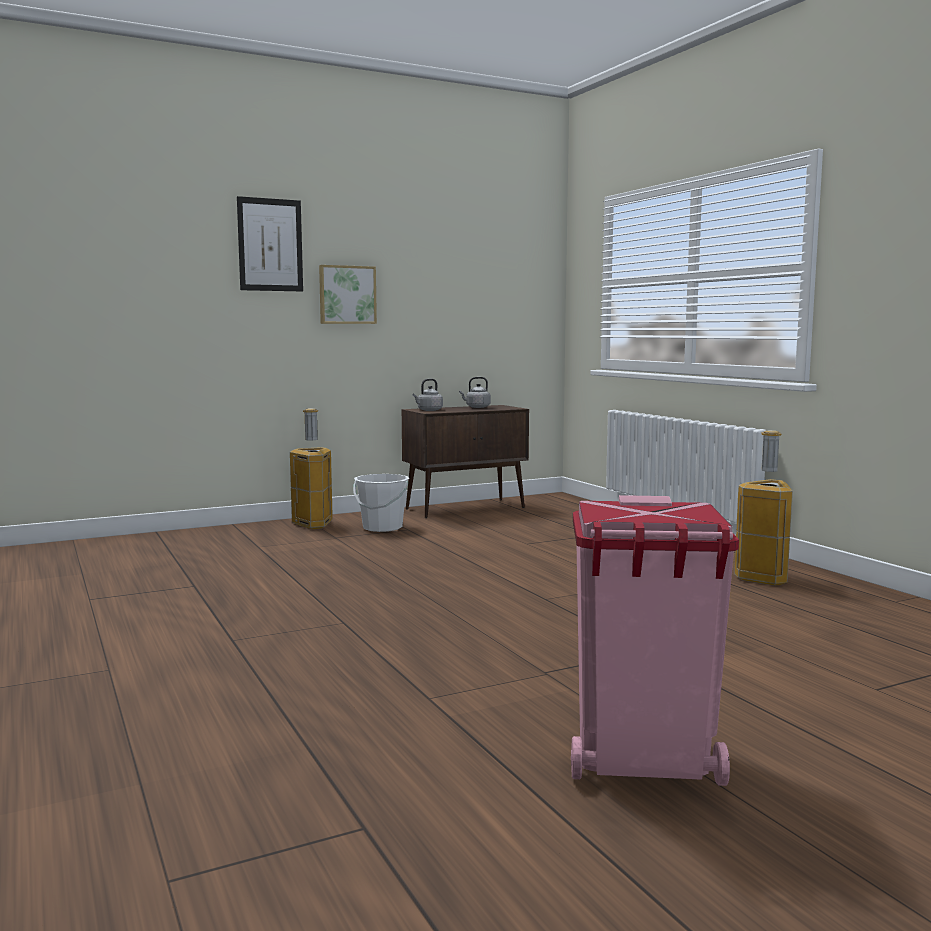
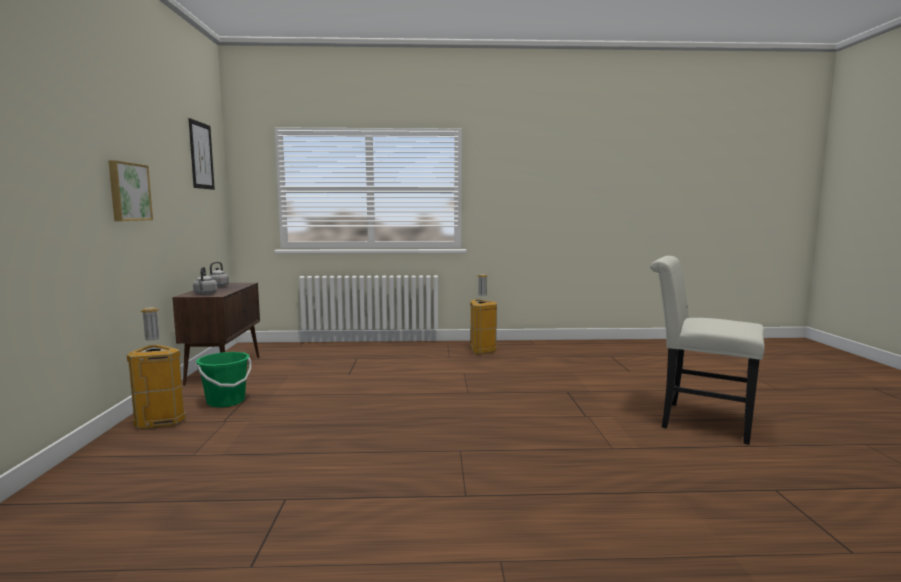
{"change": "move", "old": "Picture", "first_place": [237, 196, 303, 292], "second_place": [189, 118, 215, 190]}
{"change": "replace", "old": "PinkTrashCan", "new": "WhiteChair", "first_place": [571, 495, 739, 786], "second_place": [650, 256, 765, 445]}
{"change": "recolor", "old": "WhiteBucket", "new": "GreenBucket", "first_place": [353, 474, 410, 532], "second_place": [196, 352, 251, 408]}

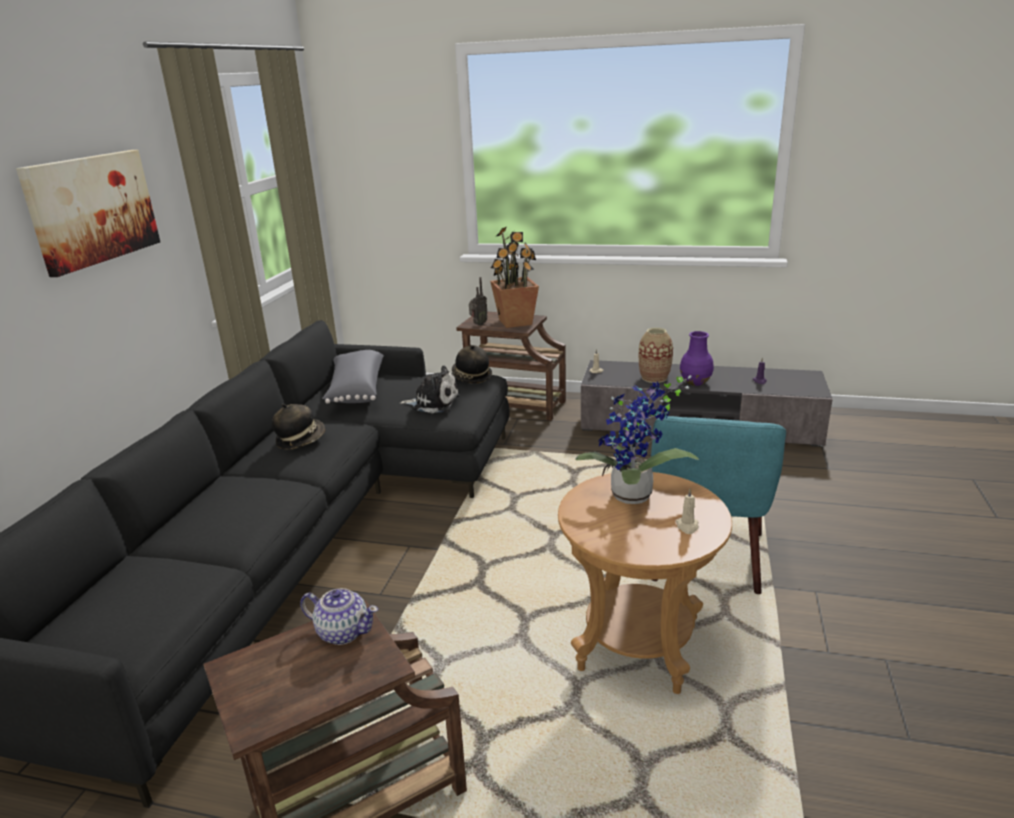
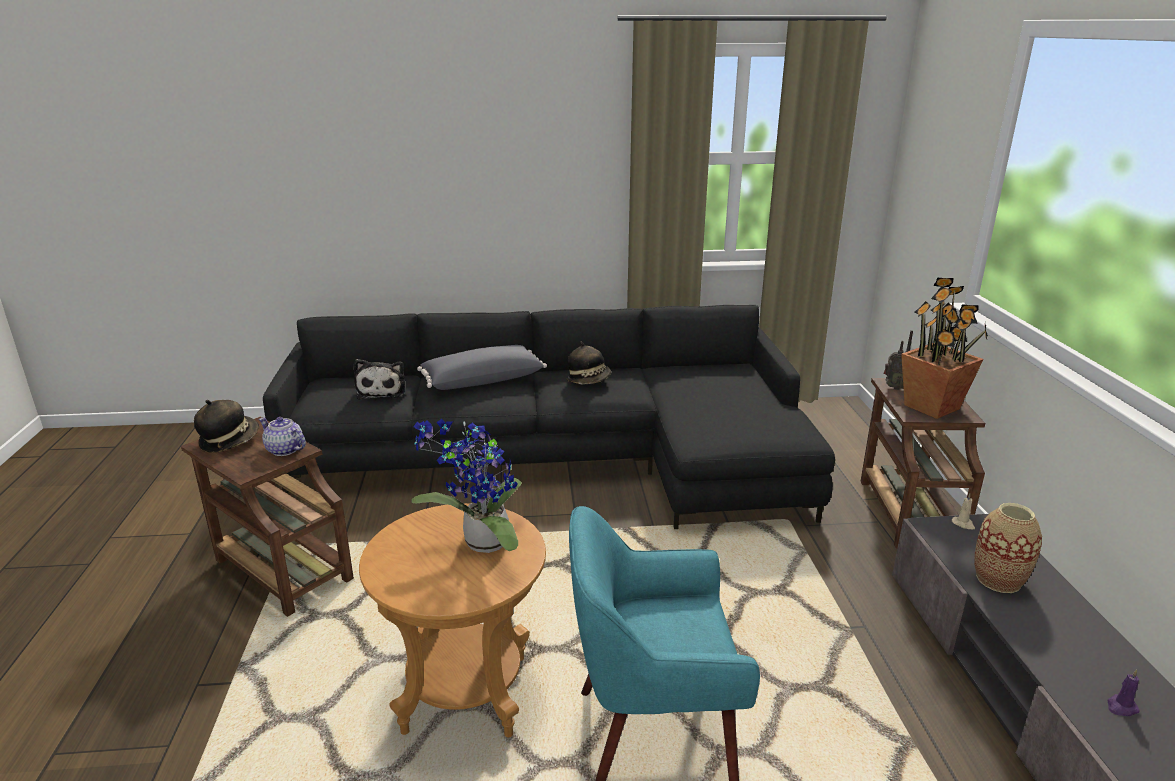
{"change": "delete", "old": "Picture", "first_place": [16, 150, 160, 277]}
{"change": "delete", "old": "BeigeCandle", "first_place": [676, 489, 699, 534]}
{"change": "delete", "old": "PurpleVase", "first_place": [680, 331, 714, 386]}
{"change": "move", "old": "GreyPillow", "first_place": [322, 350, 384, 404], "second_place": [417, 345, 547, 390]}
{"change": "move", "old": "PlushToy", "first_place": [400, 366, 460, 413], "second_place": [353, 359, 406, 400]}
{"change": "move", "old": "Hat", "first_place": [452, 345, 492, 383], "second_place": [194, 400, 259, 453]}
{"change": "rotate", "old": "Teapot", "first_place": [300, 588, 378, 645], "second_place": [259, 417, 306, 456], "degrees": 120}

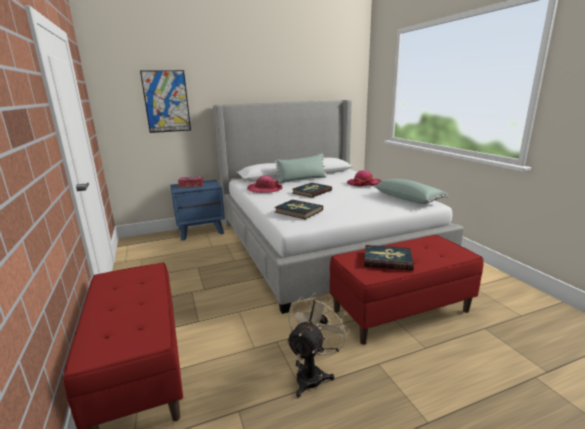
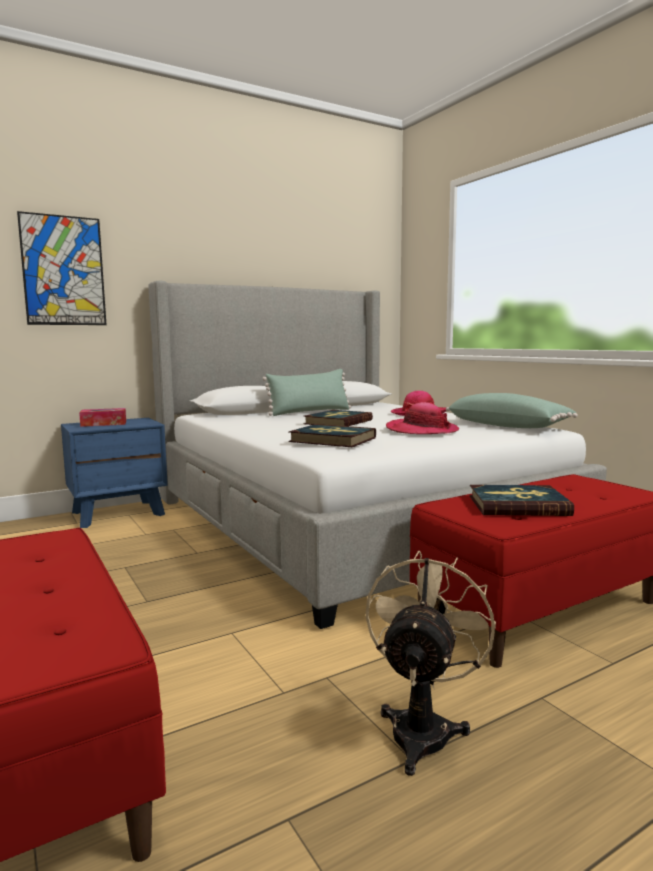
{"change": "move", "old": "Hat", "first_place": [247, 175, 283, 193], "second_place": [386, 402, 459, 434]}

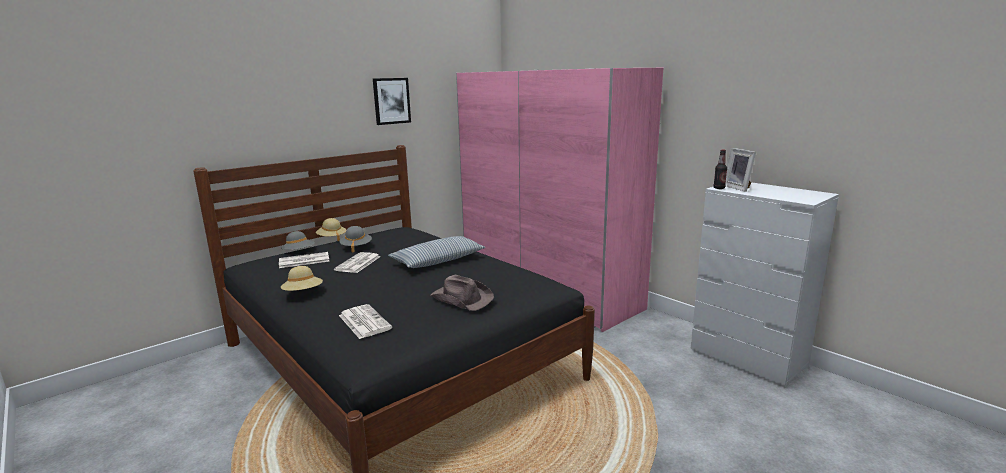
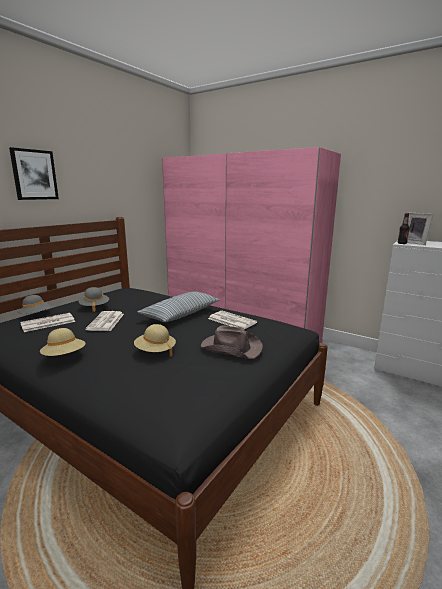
{"change": "move", "old": "BeigeHat", "first_place": [316, 218, 346, 241], "second_place": [134, 324, 176, 356]}
{"change": "move", "old": "Newspaper", "first_place": [339, 304, 392, 339], "second_place": [208, 311, 257, 329]}
{"change": "move", "old": "Picture", "first_place": [373, 78, 411, 125], "second_place": [9, 147, 59, 200]}

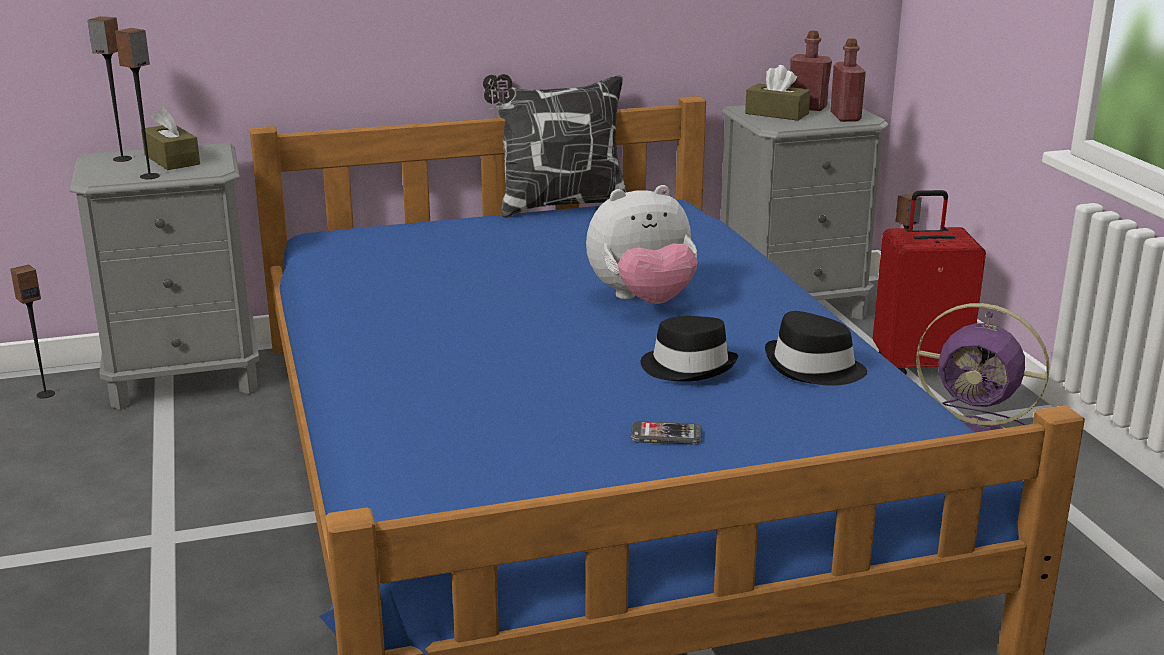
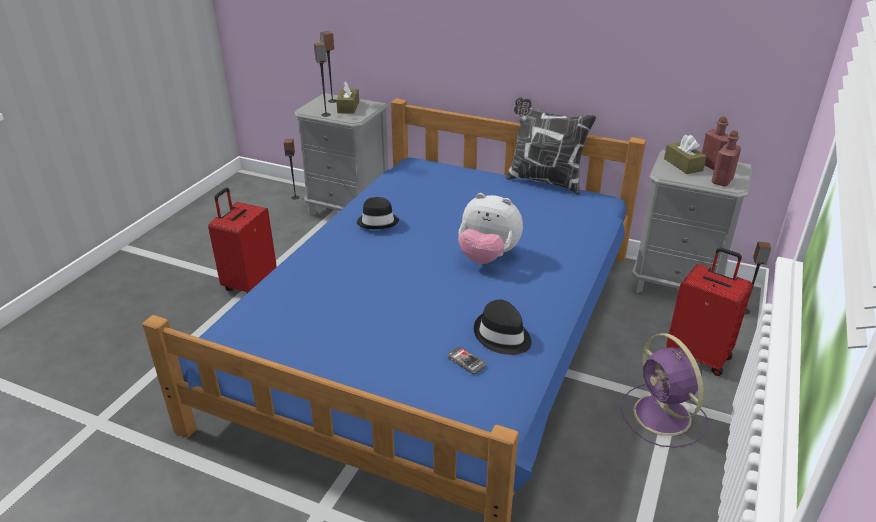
{"change": "insert", "new": "RedSuitcase", "second_place": [208, 188, 277, 293]}
{"change": "move", "old": "Phone", "first_place": [630, 421, 702, 445], "second_place": [447, 347, 486, 374]}
{"change": "move", "old": "BlackHat", "first_place": [640, 316, 738, 382], "second_place": [357, 197, 399, 229]}

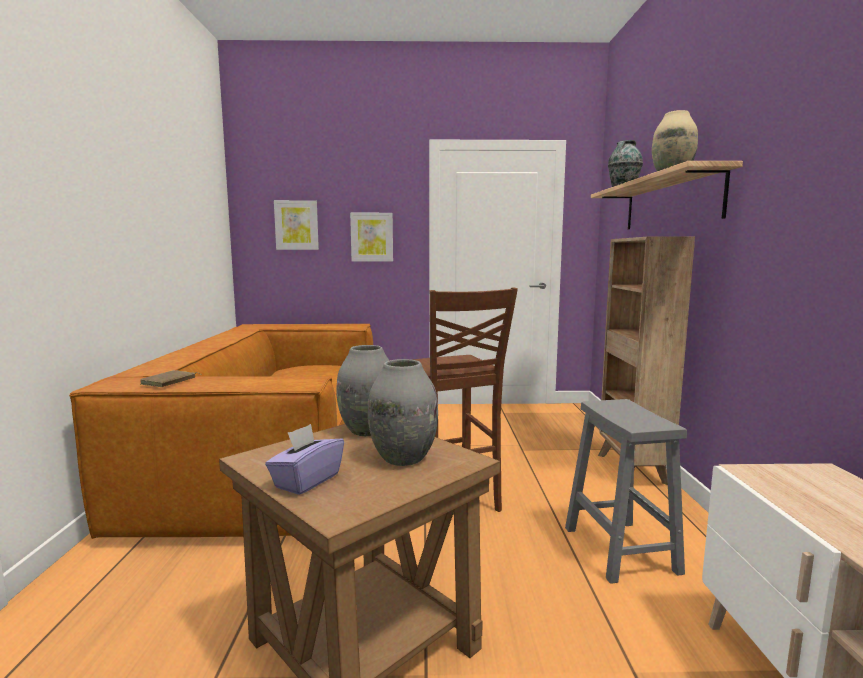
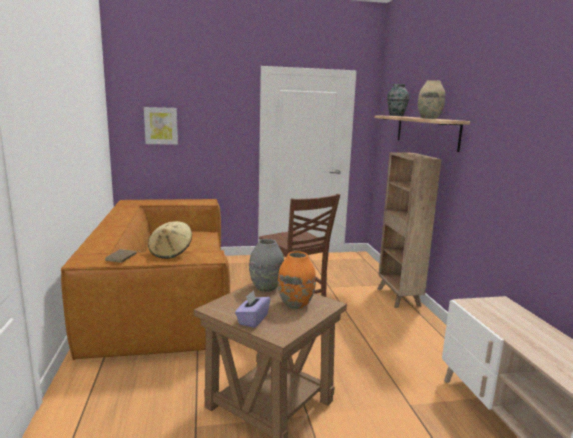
{"change": "delete", "old": "Picture", "first_place": [350, 213, 393, 262]}
{"change": "delete", "old": "GreyStool", "first_place": [565, 399, 687, 584]}
{"change": "insert", "new": "BeigeHat", "second_place": [148, 221, 192, 259]}
{"change": "recolor", "old": "GreyVase", "new": "OrangeVase", "first_place": [368, 359, 438, 466], "second_place": [278, 251, 316, 309]}

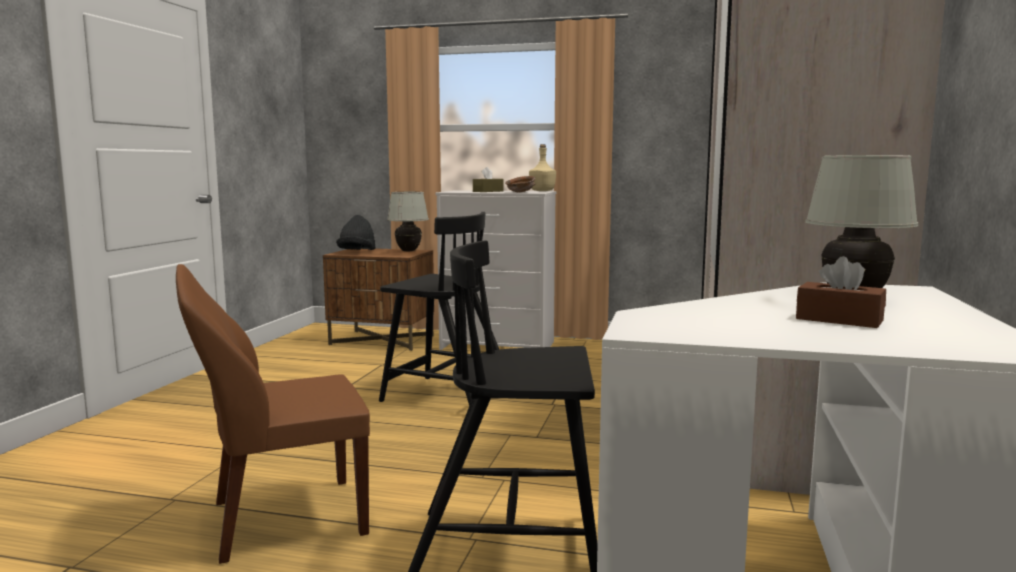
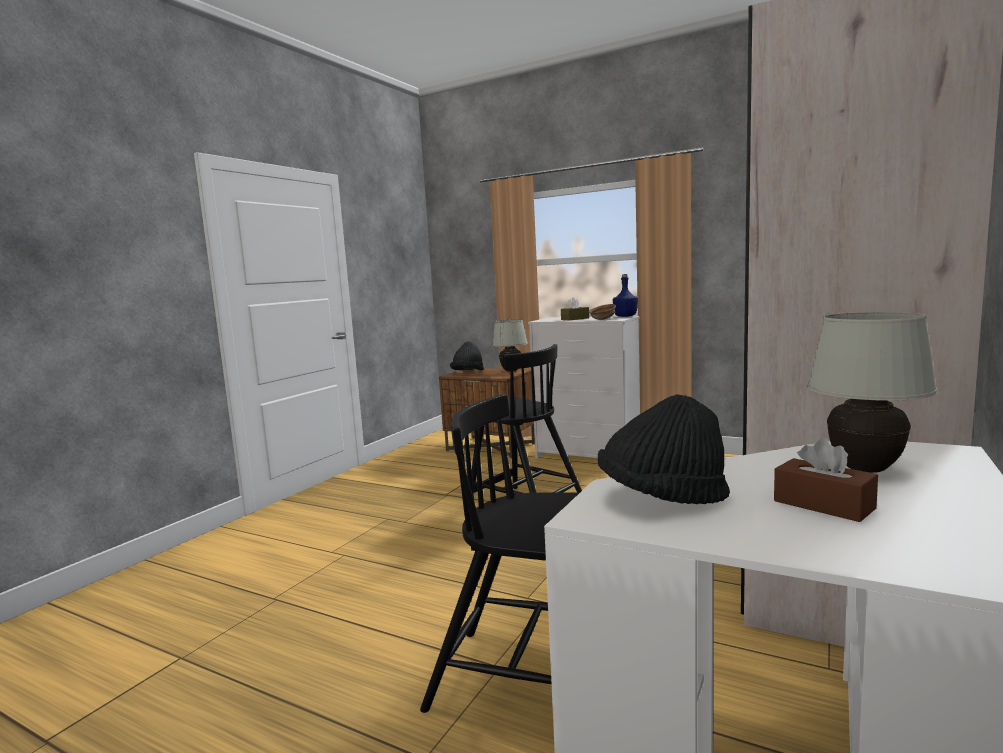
{"change": "delete", "old": "BrownChair", "first_place": [176, 264, 370, 564]}
{"change": "insert", "new": "BlackHat", "second_place": [598, 394, 730, 504]}
{"change": "recolor", "old": "BeigeBottle", "new": "BlueBottle", "first_place": [529, 144, 556, 191], "second_place": [613, 274, 638, 317]}

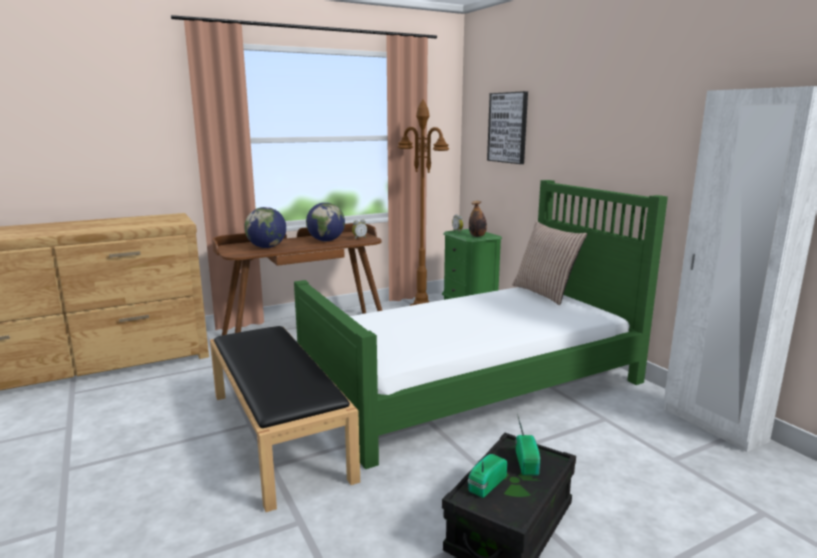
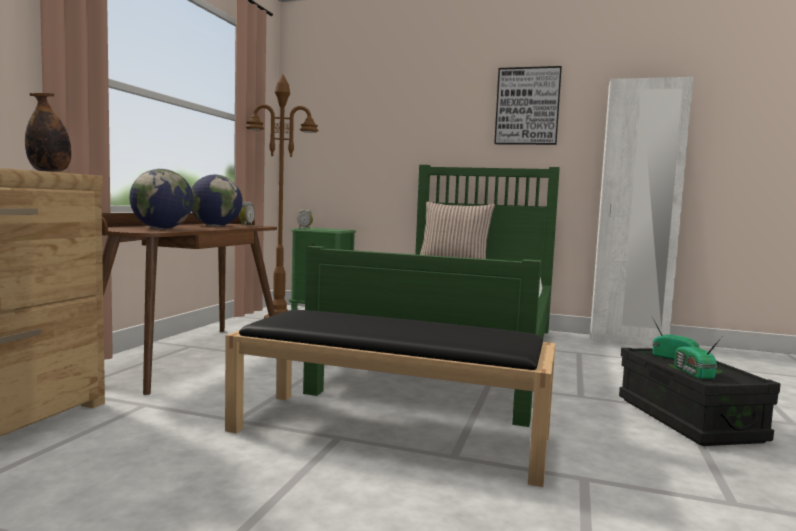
{"change": "move", "old": "Bottle", "first_place": [469, 201, 487, 237], "second_place": [25, 93, 72, 172]}
{"change": "move", "old": "Picture", "first_place": [487, 91, 528, 164], "second_place": [494, 66, 562, 145]}

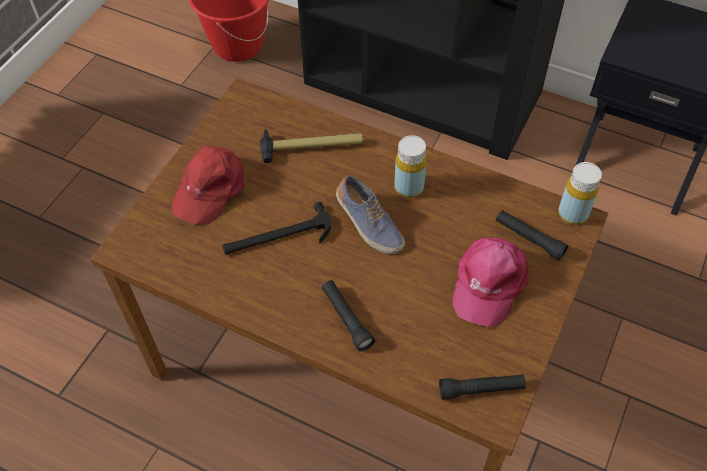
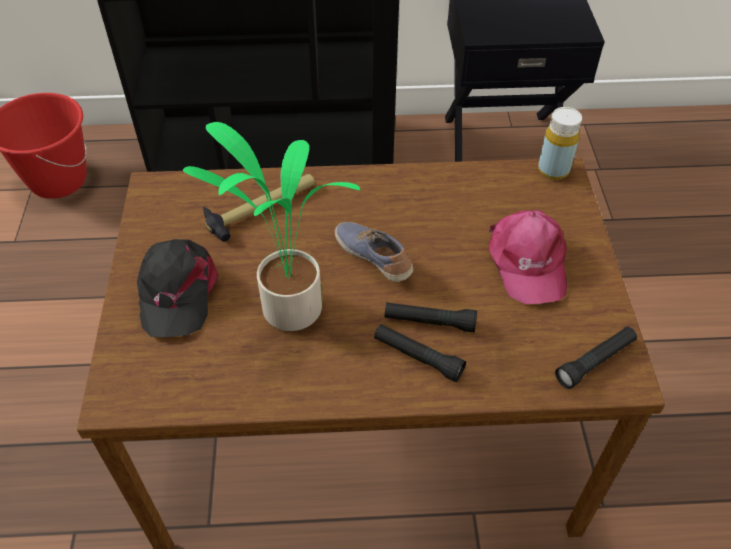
{"change": "delete", "old": "YellowBottle", "first_place": [394, 135, 427, 198]}
{"change": "move", "old": "BlackFlashlight", "first_place": [496, 210, 568, 261], "second_place": [384, 302, 477, 333]}
{"change": "replace", "old": "Hammer", "new": "PottedPlant", "first_place": [222, 202, 331, 255], "second_place": [183, 122, 360, 331]}
{"change": "recolor", "old": "RedCap", "new": "BlackCap", "first_place": [172, 146, 244, 224], "second_place": [137, 239, 218, 337]}
{"change": "rotate", "old": "Shoe", "first_place": [336, 175, 405, 254], "second_place": [335, 222, 413, 282], "degrees": -150}

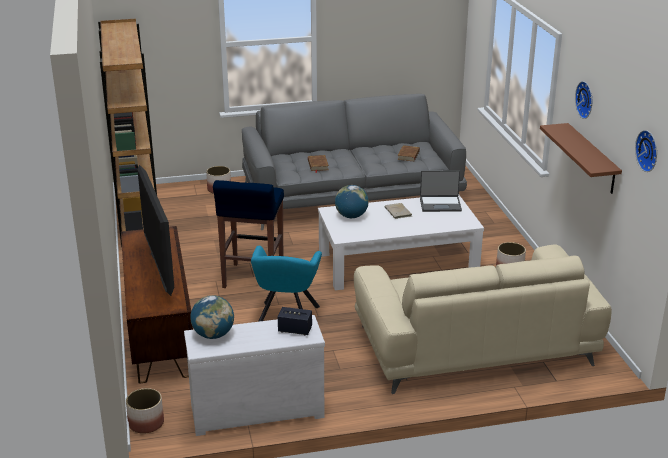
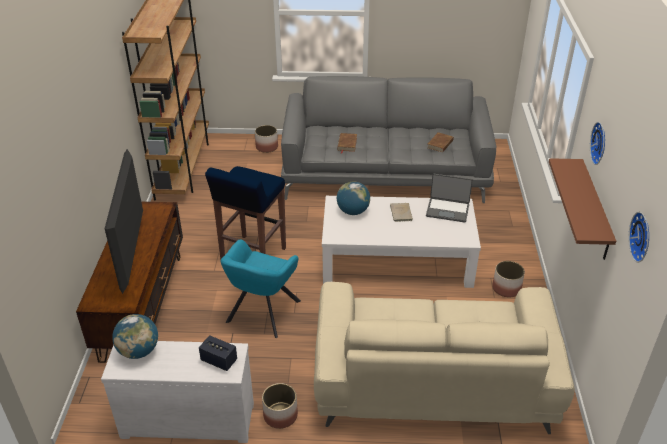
{"change": "move", "old": "Planter", "first_place": [126, 388, 164, 434], "second_place": [262, 383, 298, 429]}

